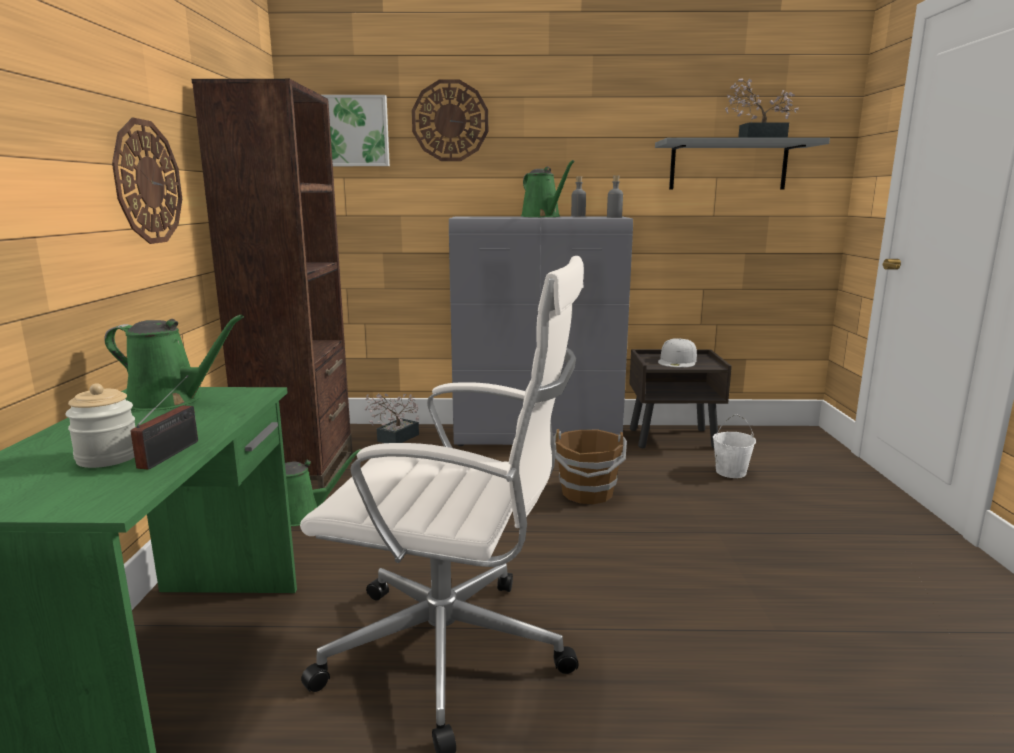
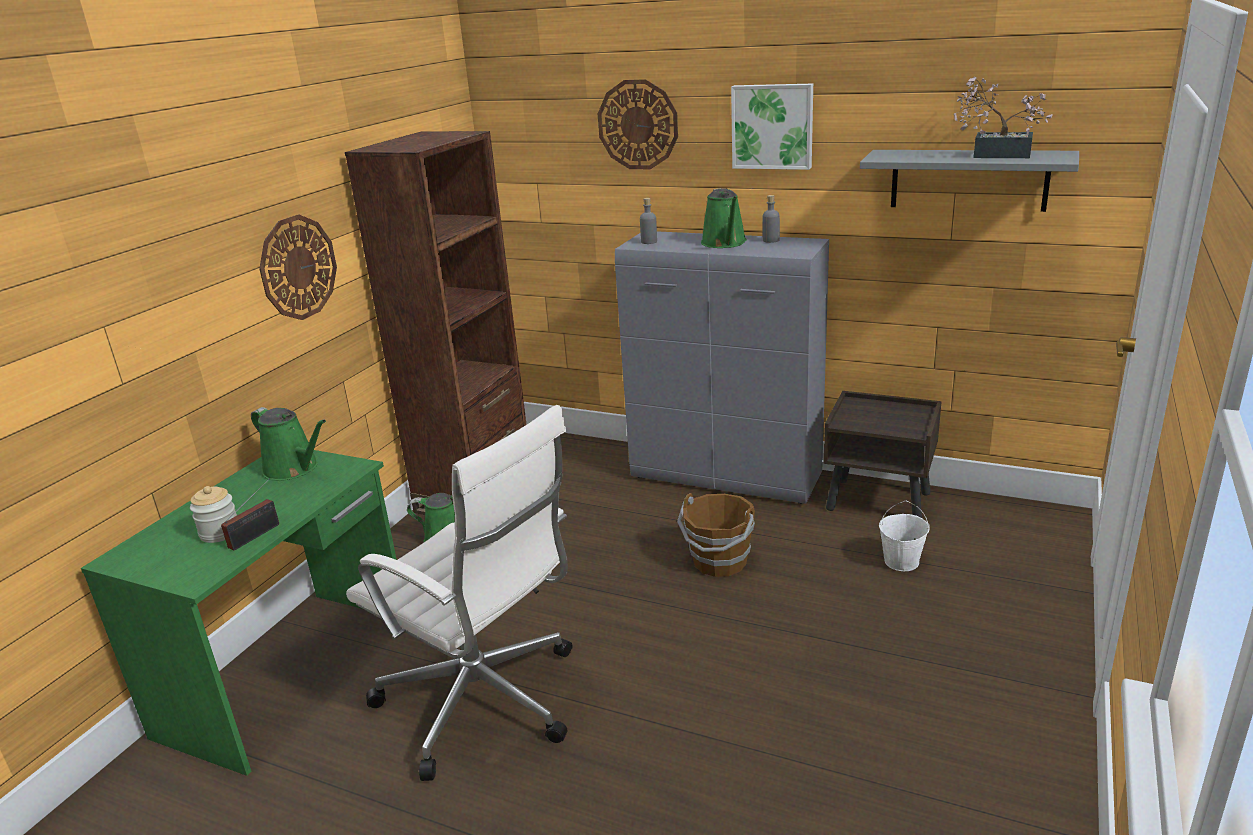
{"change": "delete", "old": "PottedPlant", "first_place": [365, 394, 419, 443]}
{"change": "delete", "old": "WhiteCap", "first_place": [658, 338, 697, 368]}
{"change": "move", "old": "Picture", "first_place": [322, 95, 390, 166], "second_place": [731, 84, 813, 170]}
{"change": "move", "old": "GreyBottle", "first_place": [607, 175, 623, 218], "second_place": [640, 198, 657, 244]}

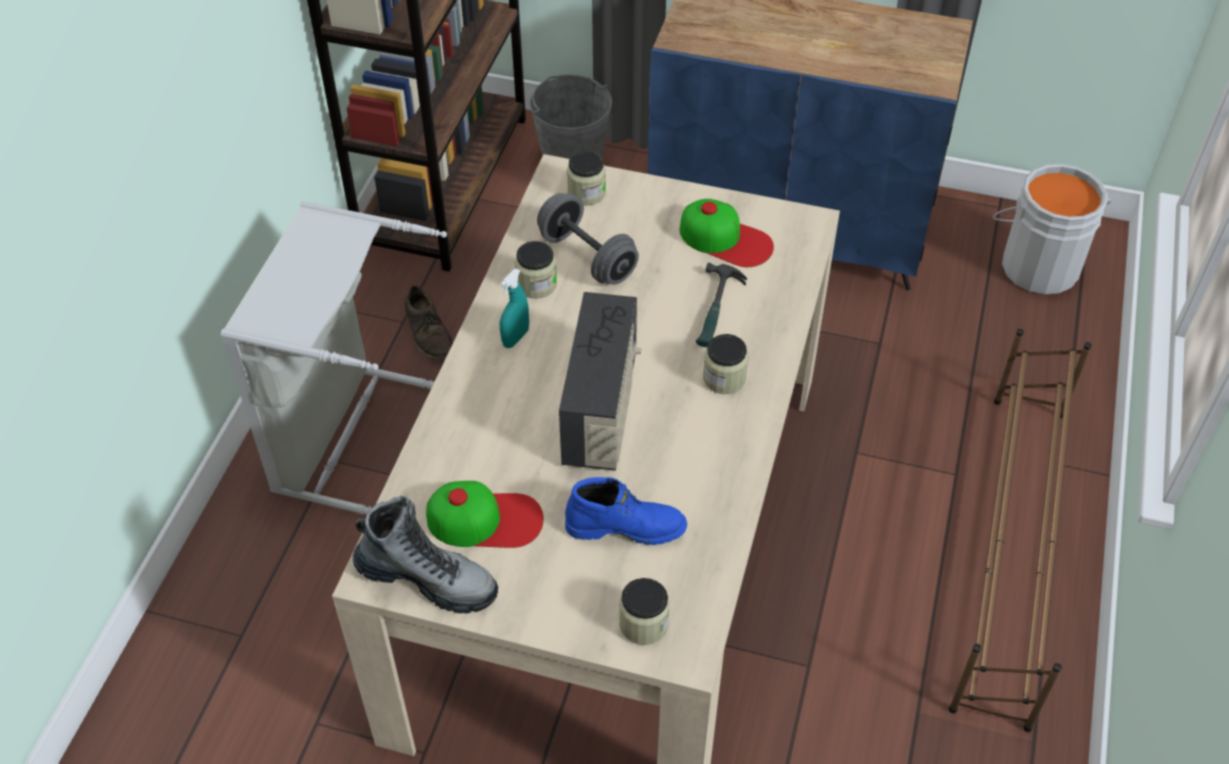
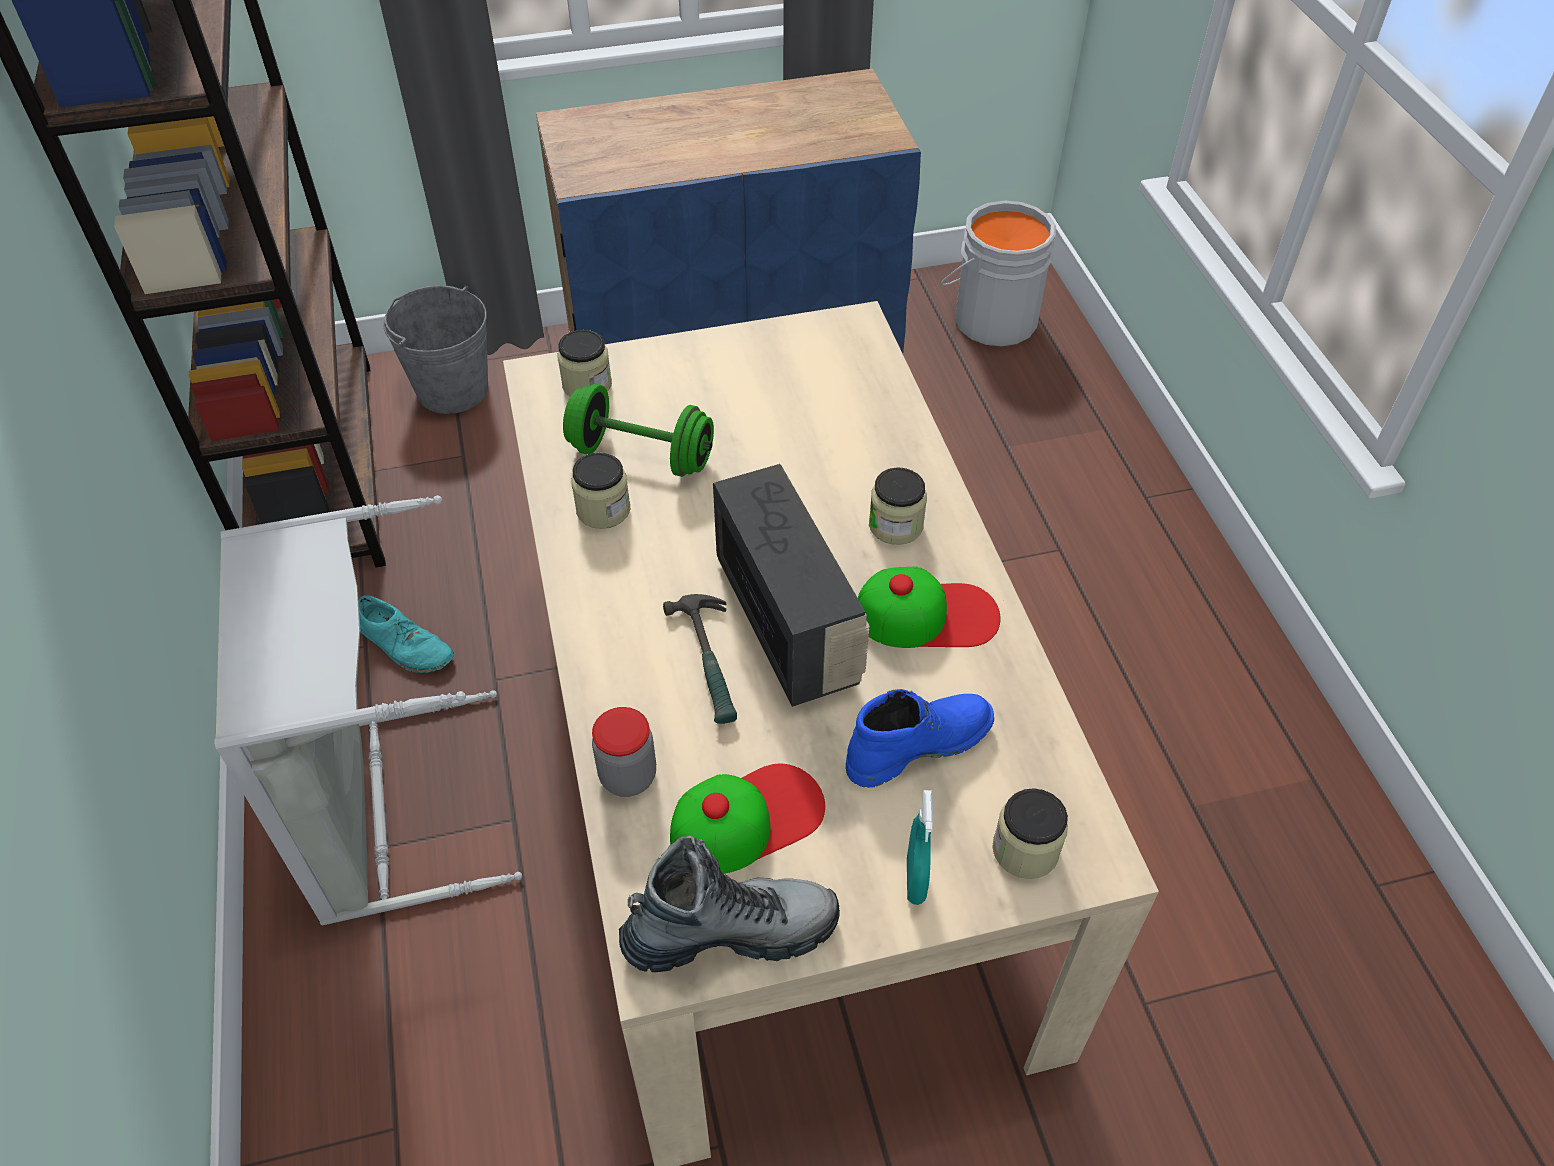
{"change": "delete", "old": "BrownShoeRack", "first_place": [949, 329, 1092, 732]}
{"change": "insert", "new": "Jar", "second_place": [592, 707, 656, 797]}
{"change": "move", "old": "TurquoiseSprayBottle", "first_place": [499, 268, 529, 348], "second_place": [907, 790, 933, 905]}
{"change": "move", "old": "Cap", "first_place": [680, 199, 774, 267], "second_place": [858, 567, 1001, 648]}
{"change": "move", "old": "Hammer", "first_place": [696, 263, 747, 348], "second_place": [663, 594, 737, 724]}
{"change": "recolor", "old": "BrownShoe", "new": "TurquoiseShoe", "first_place": [405, 286, 453, 359], "second_place": [358, 595, 454, 673]}
{"change": "recolor", "old": "GreyDumbbell", "new": "GreenDumbbell", "first_place": [537, 193, 639, 285], "second_place": [563, 384, 714, 477]}

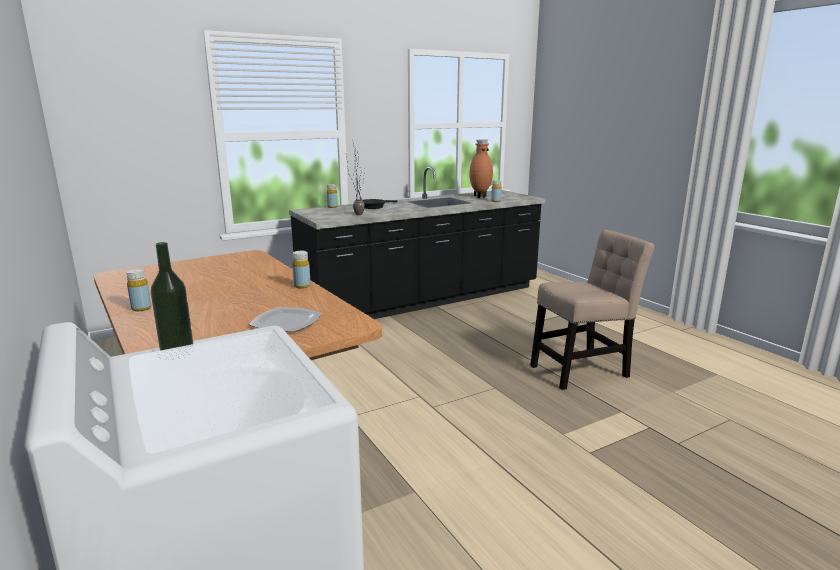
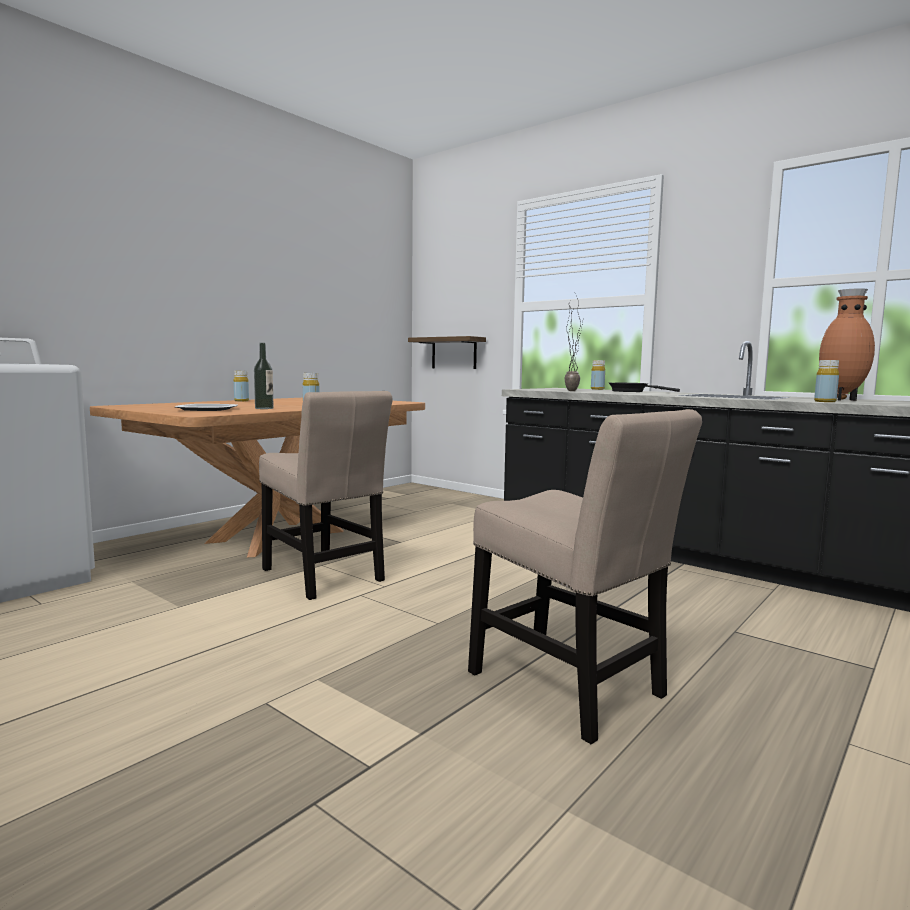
{"change": "insert", "new": "BeigeChair", "second_place": [259, 391, 393, 600]}
{"change": "insert", "new": "Shelf", "second_place": [408, 336, 486, 369]}
{"change": "move", "old": "Bottle", "first_place": [151, 242, 194, 360], "second_place": [254, 343, 274, 409]}

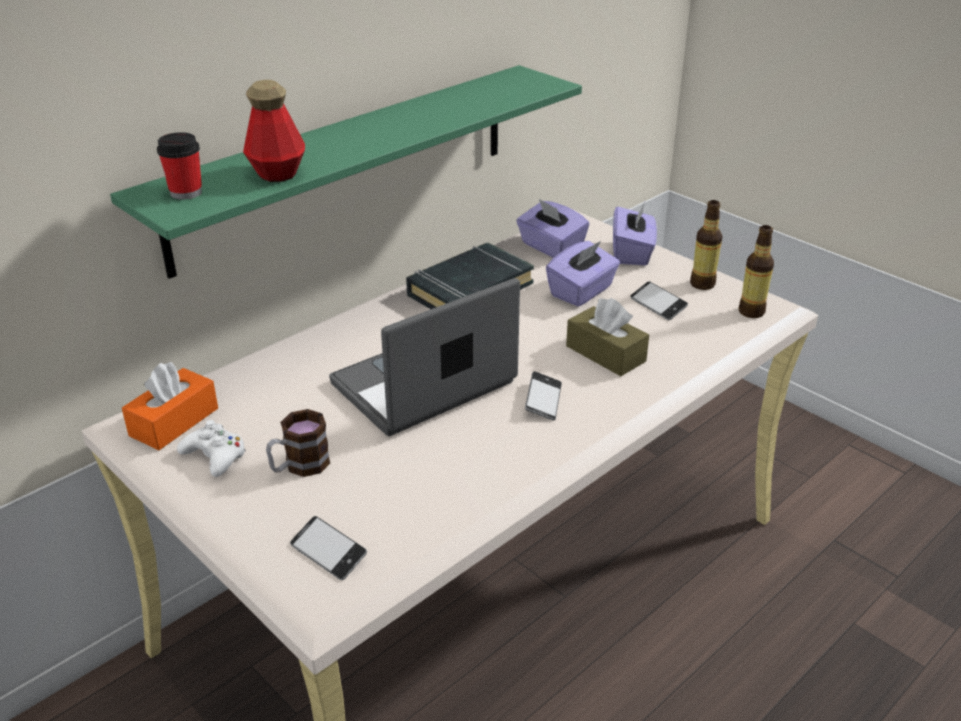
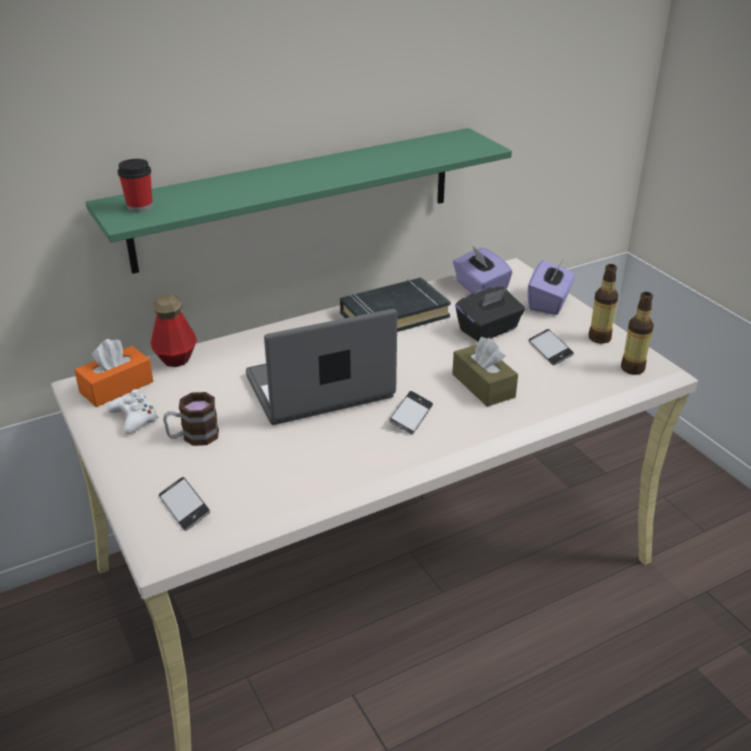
{"change": "move", "old": "Bottle", "first_place": [243, 80, 305, 182], "second_place": [151, 294, 197, 367]}
{"change": "recolor", "old": "PurpleTissueBox", "new": "BlackTissueBox", "first_place": [546, 241, 620, 306], "second_place": [455, 287, 525, 341]}

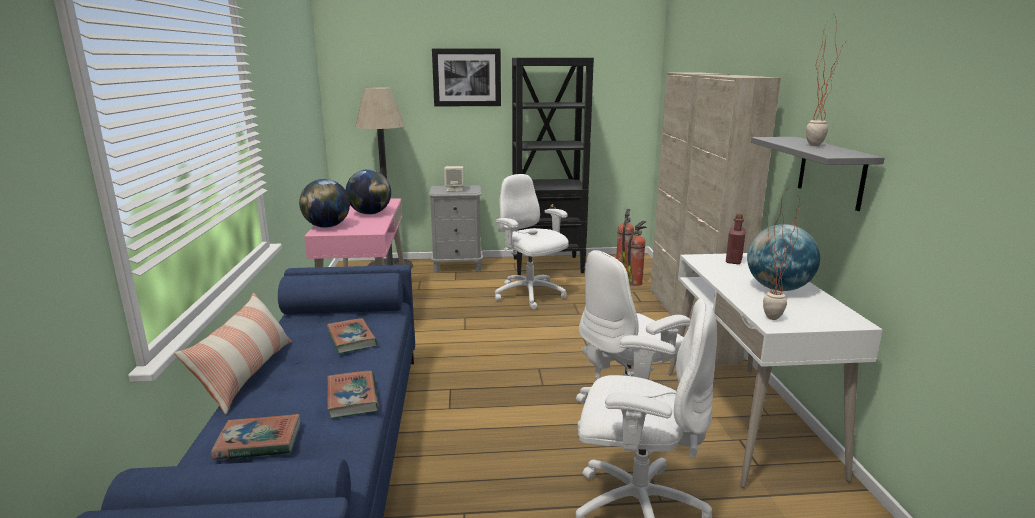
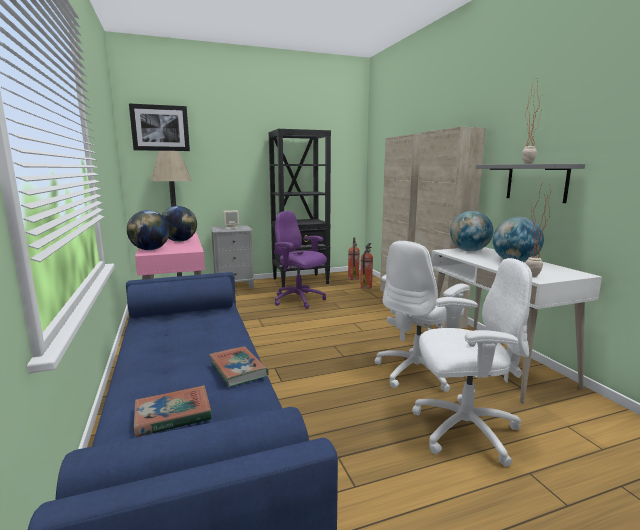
{"change": "delete", "old": "Pillow", "first_place": [174, 293, 292, 415]}
{"change": "delete", "old": "Book", "first_place": [327, 318, 377, 354]}
{"change": "move", "old": "Picture", "first_place": [432, 48, 501, 107], "second_place": [129, 103, 190, 151]}
{"change": "replace", "old": "RedBottle", "new": "Globe", "first_place": [726, 214, 746, 264], "second_place": [450, 211, 493, 252]}
{"change": "recolor", "old": "WhiteOfficeChair", "new": "PurpleOfficeChair", "first_place": [495, 174, 569, 309], "second_place": [274, 211, 327, 309]}

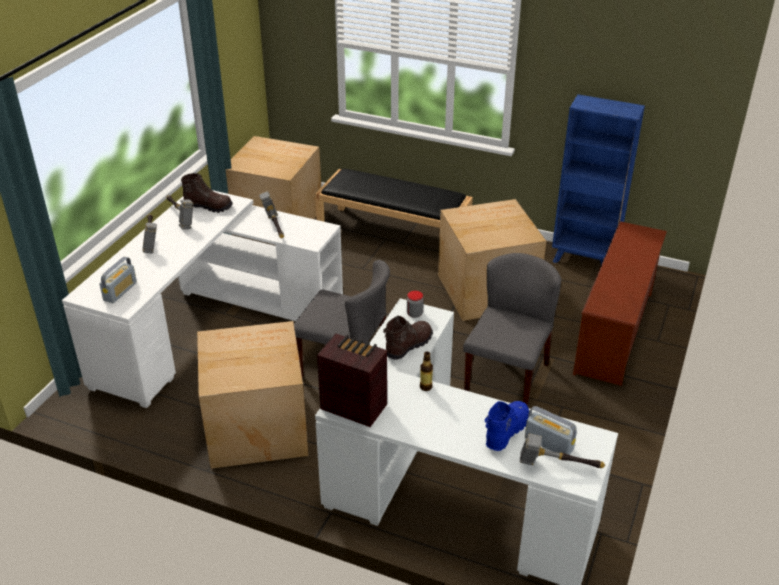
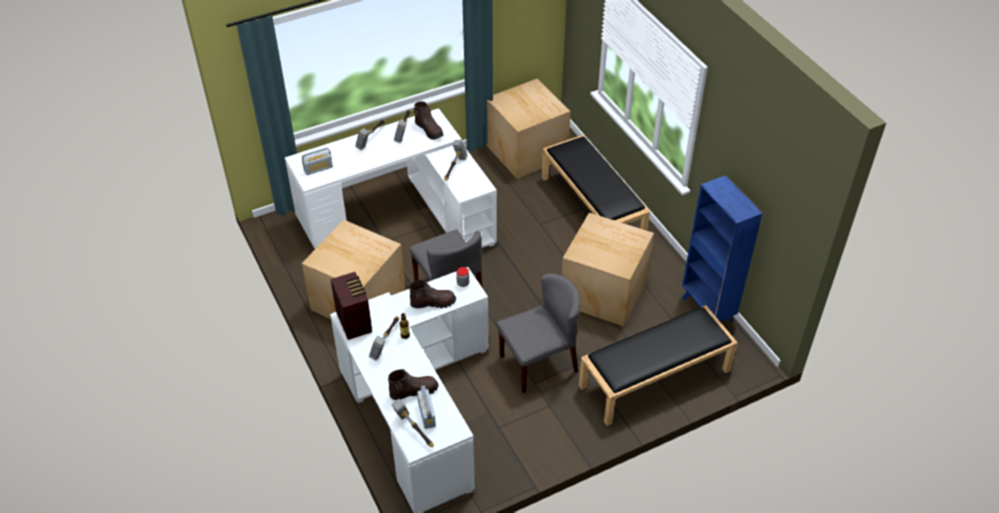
{"change": "insert", "new": "Hammer", "second_place": [369, 316, 399, 361]}
{"change": "replace", "old": "BrownShoeRack", "new": "BlackBench", "first_place": [573, 221, 667, 386], "second_place": [579, 305, 738, 426]}
{"change": "recolor", "old": "BlueBoot", "new": "BrownBoot", "first_place": [485, 401, 529, 451], "second_place": [388, 369, 438, 400]}

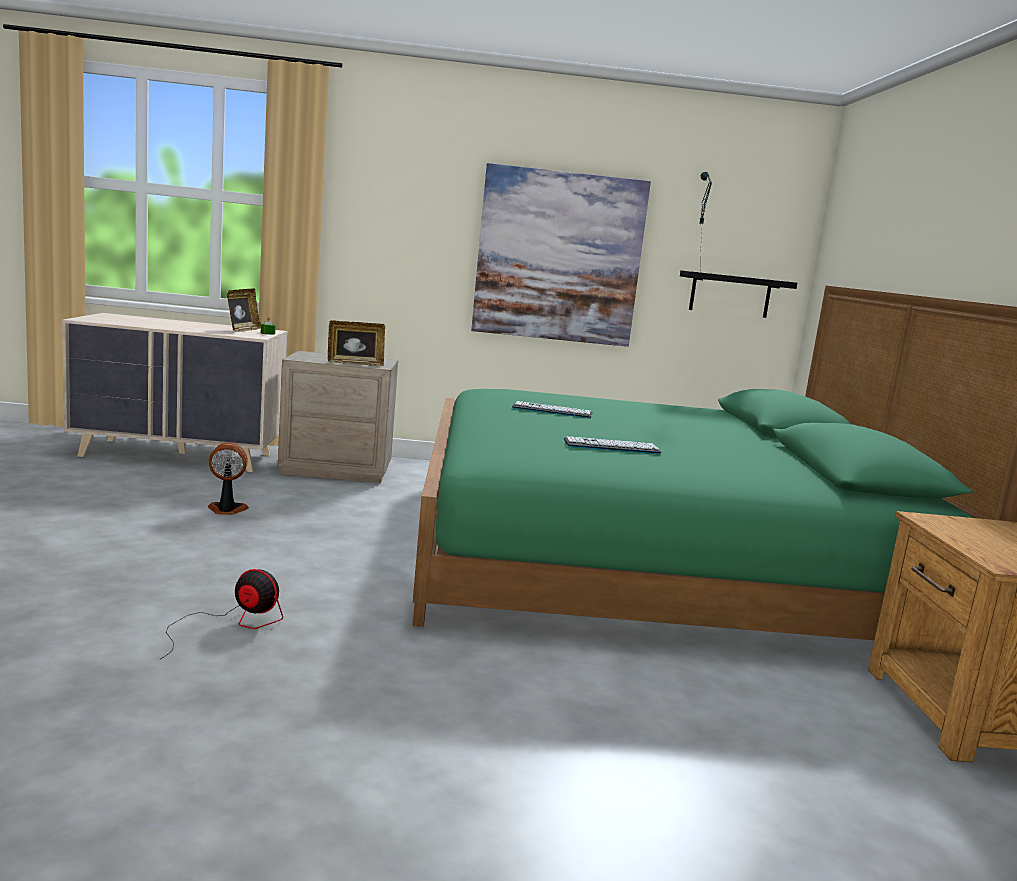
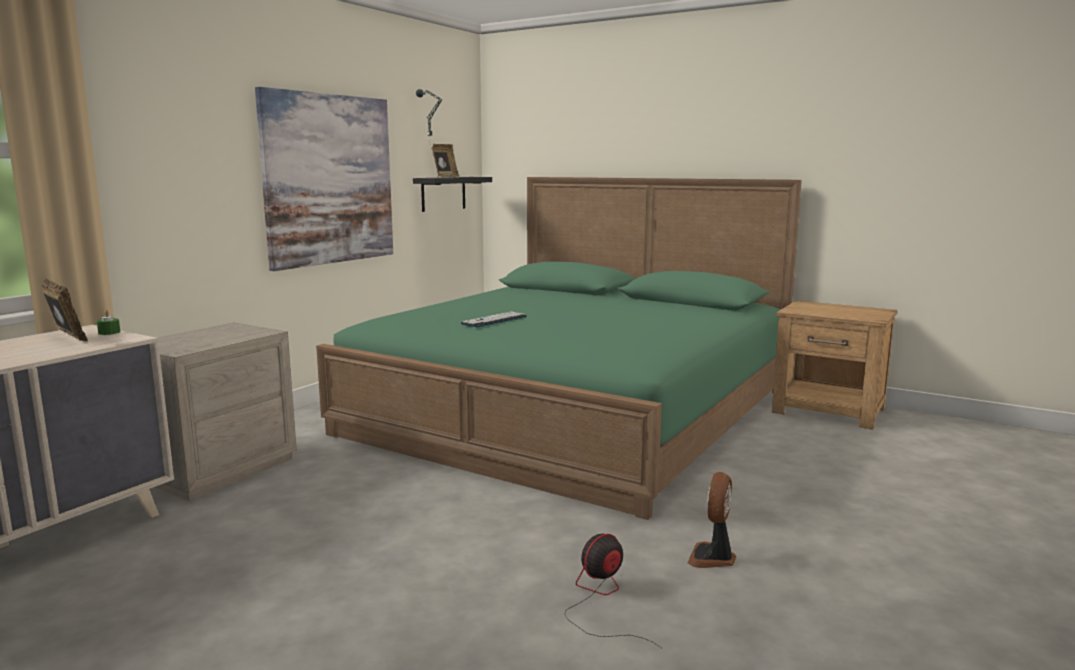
{"change": "delete", "old": "Keyboard", "first_place": [564, 436, 661, 454]}
{"change": "move", "old": "Fan", "first_place": [208, 442, 249, 515], "second_place": [687, 472, 736, 568]}
{"change": "move", "old": "PictureFrame", "first_place": [328, 320, 385, 366], "second_place": [432, 144, 459, 177]}

